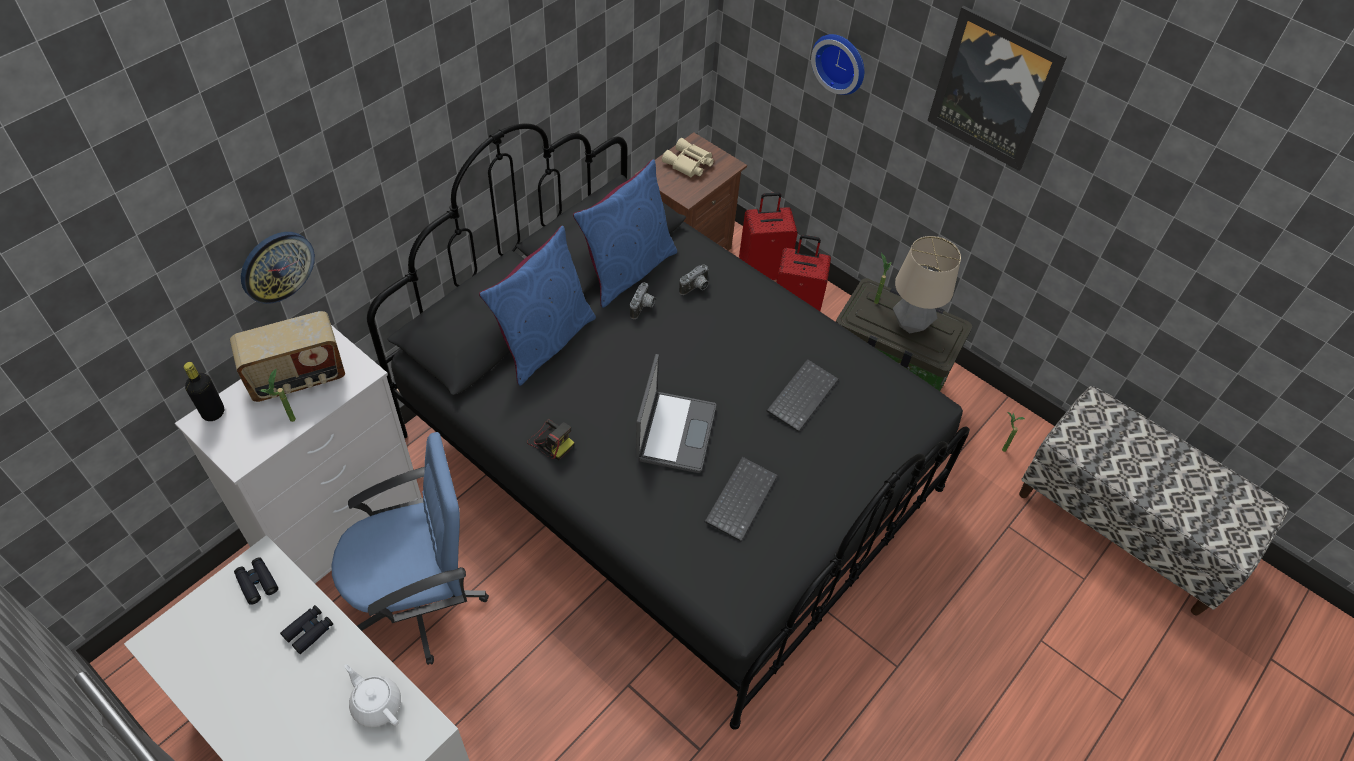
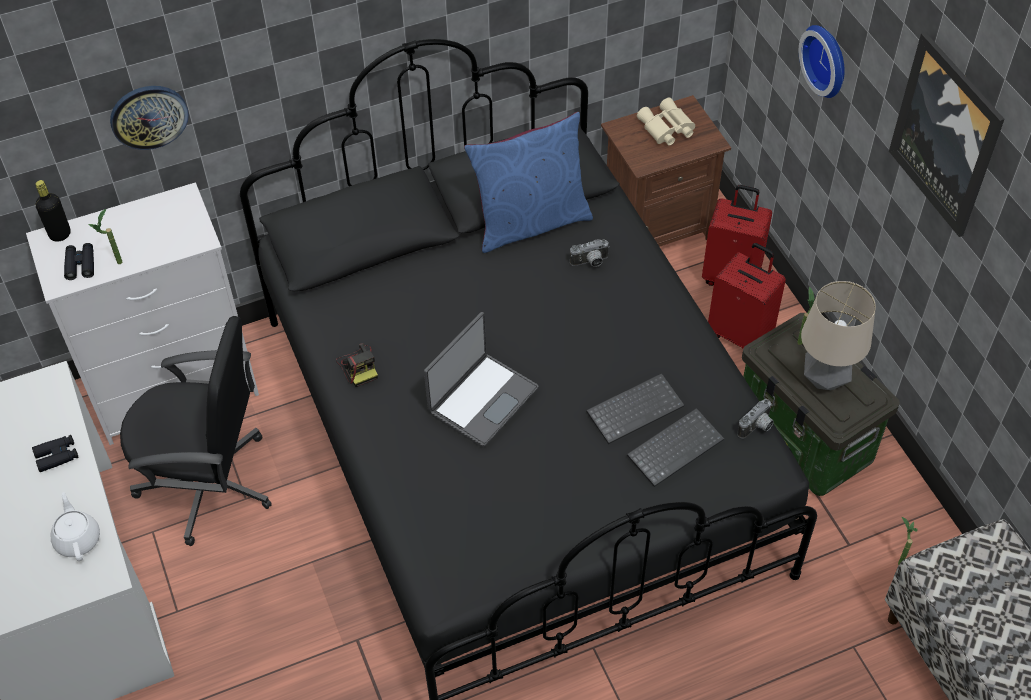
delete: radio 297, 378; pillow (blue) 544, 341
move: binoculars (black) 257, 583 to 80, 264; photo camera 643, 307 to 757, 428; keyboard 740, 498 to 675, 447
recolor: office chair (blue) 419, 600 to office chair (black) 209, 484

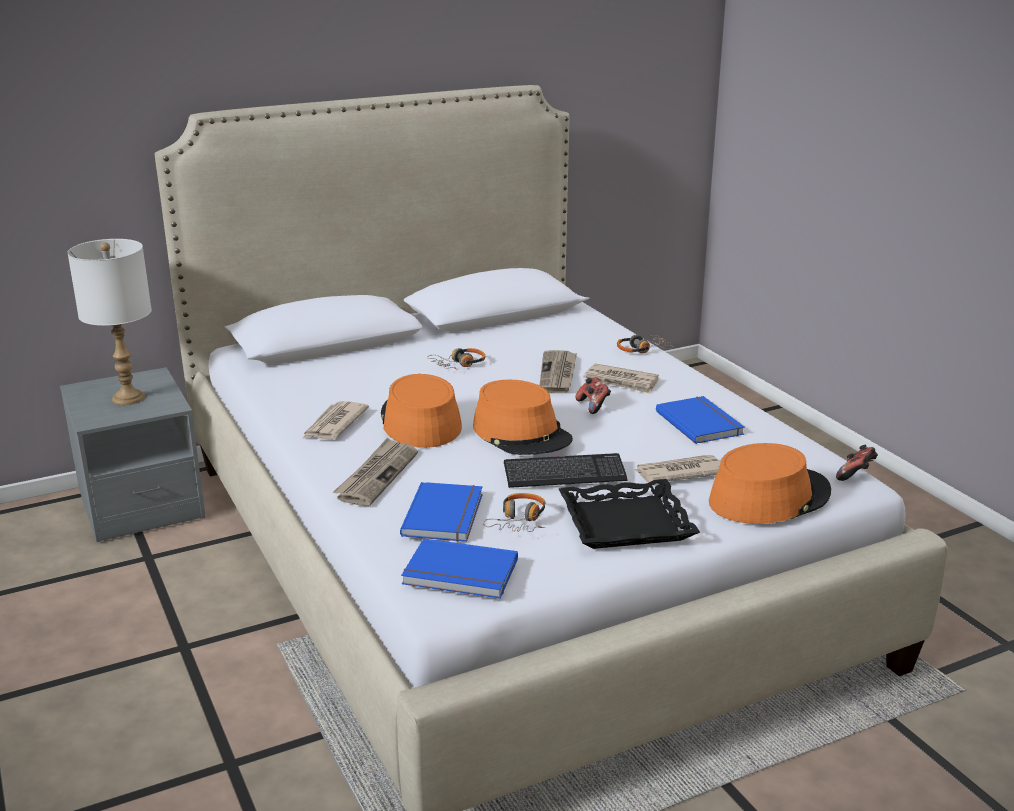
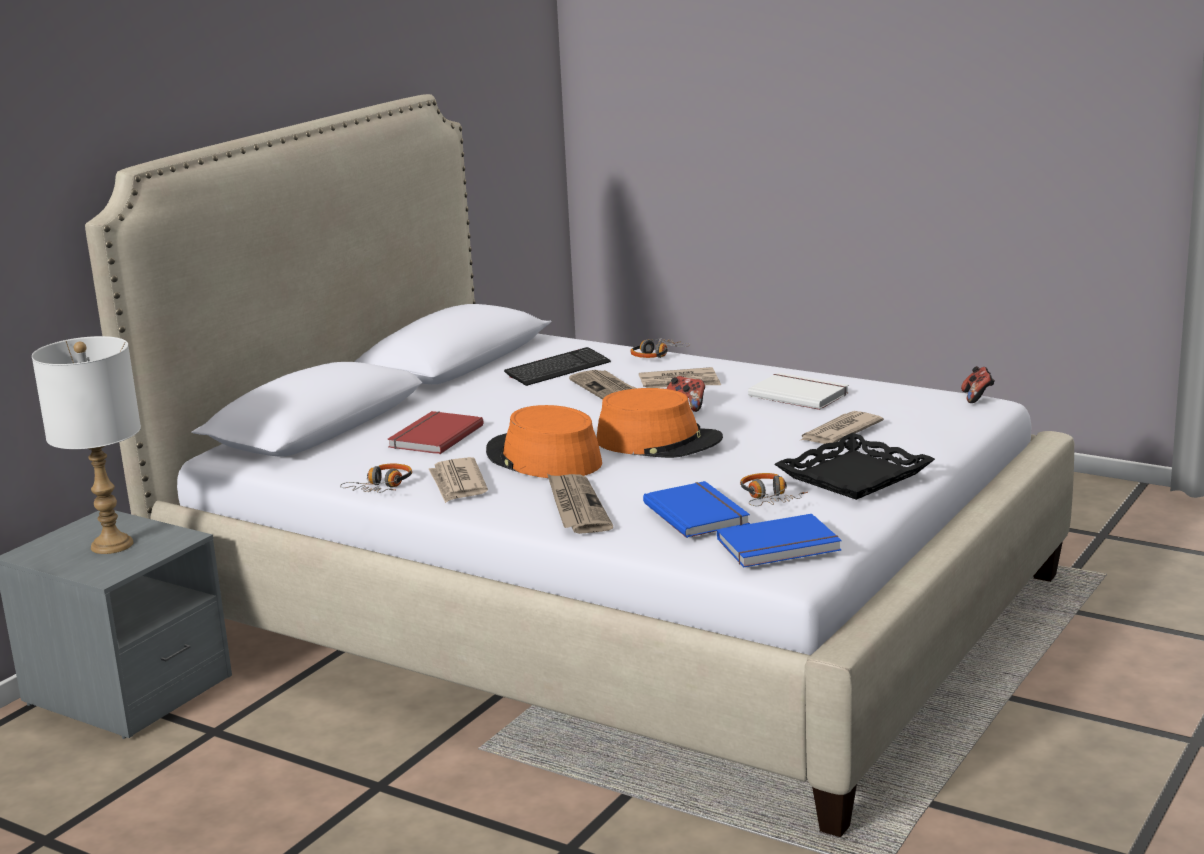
delete: hat (orange) 769, 497
insert: book (red) 433, 436
move: headphones 459, 365 to 382, 487; keyboard 564, 473 to 557, 369
recolor: book (blue) 701, 422 to book (white) 799, 394

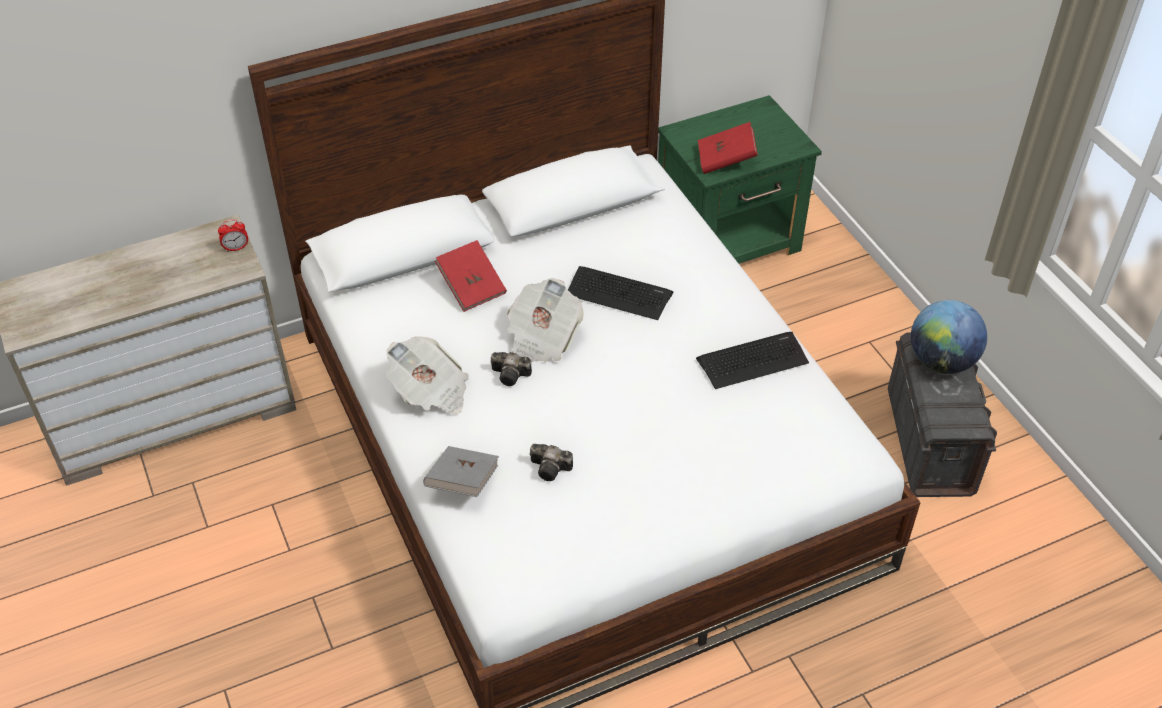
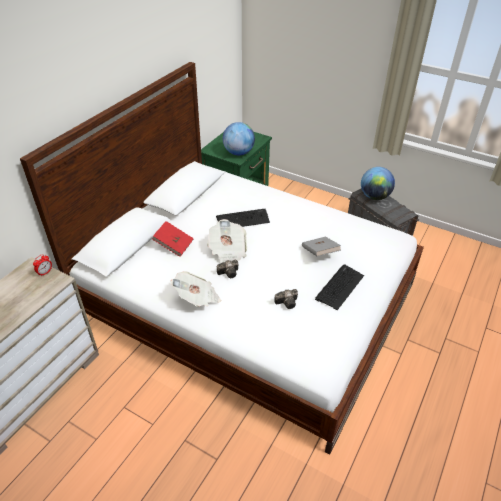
move: book (grey) 462, 482 to 320, 253; keyboard 752, 360 to 339, 287
replace: book (red) 726, 160 to globe 239, 153

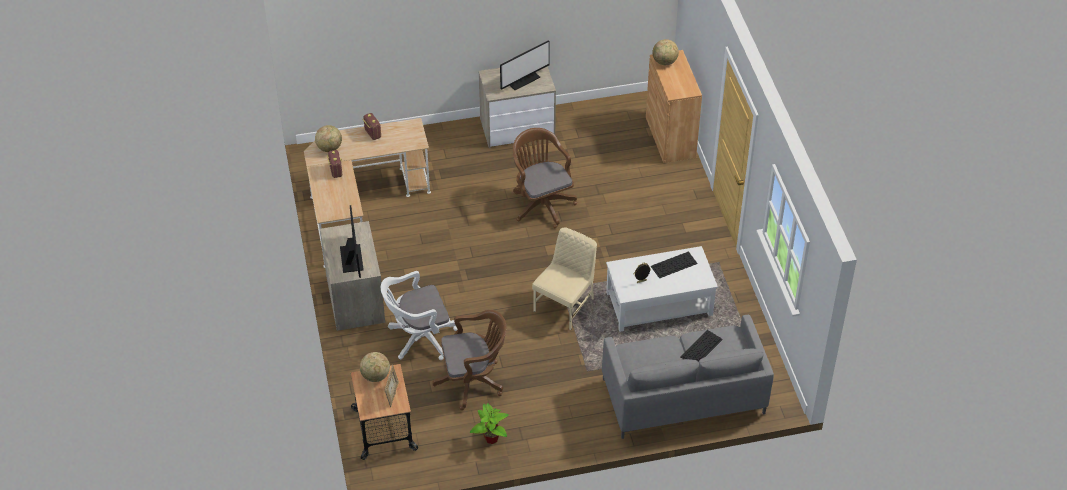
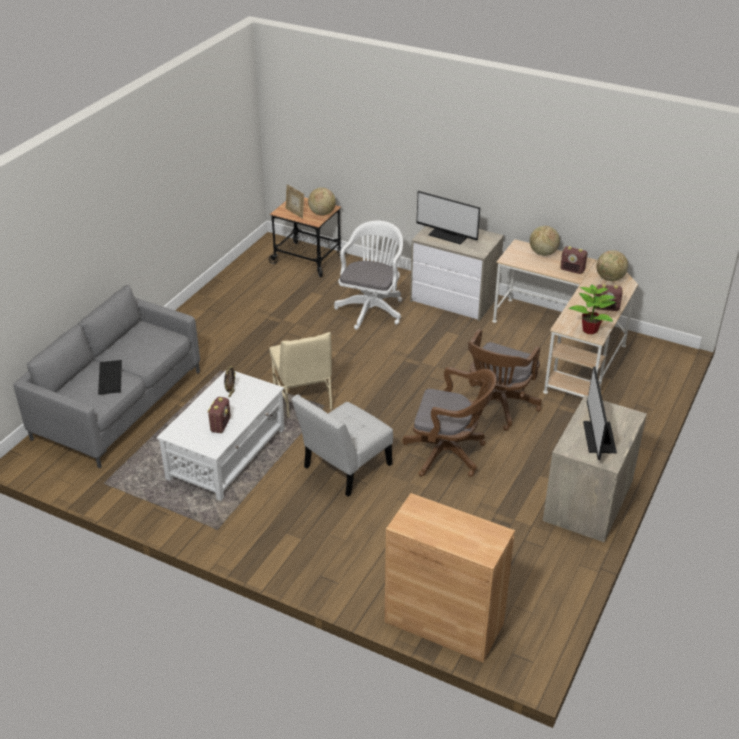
insert: chair (white) 344, 468
move: office chair (brown) 473, 381 to 497, 407; potted plant 491, 438 to 590, 330; globe 664, 62 to 542, 253
replace: keyboard 673, 265 to radio 220, 425

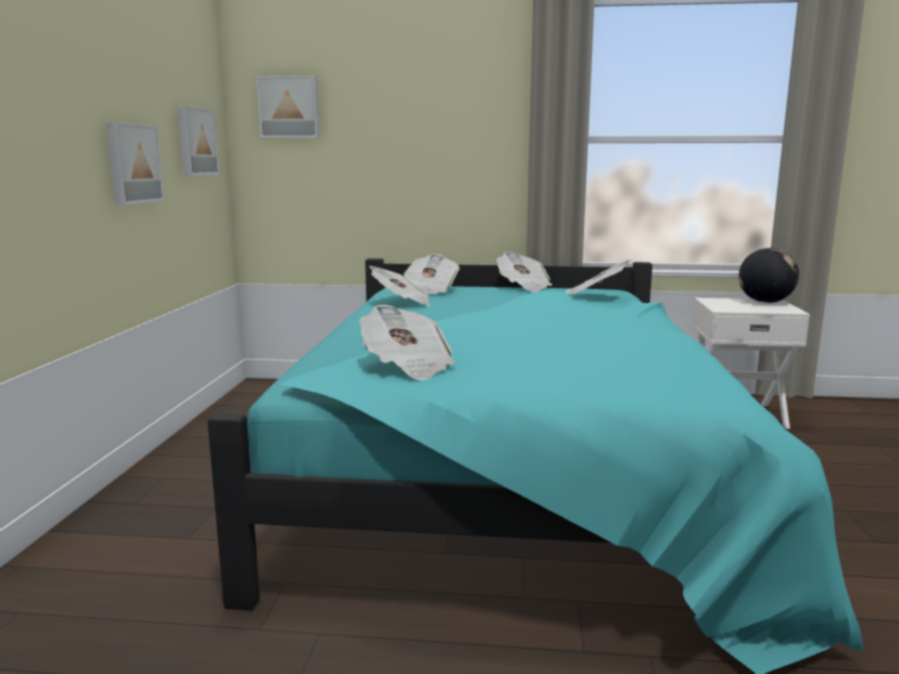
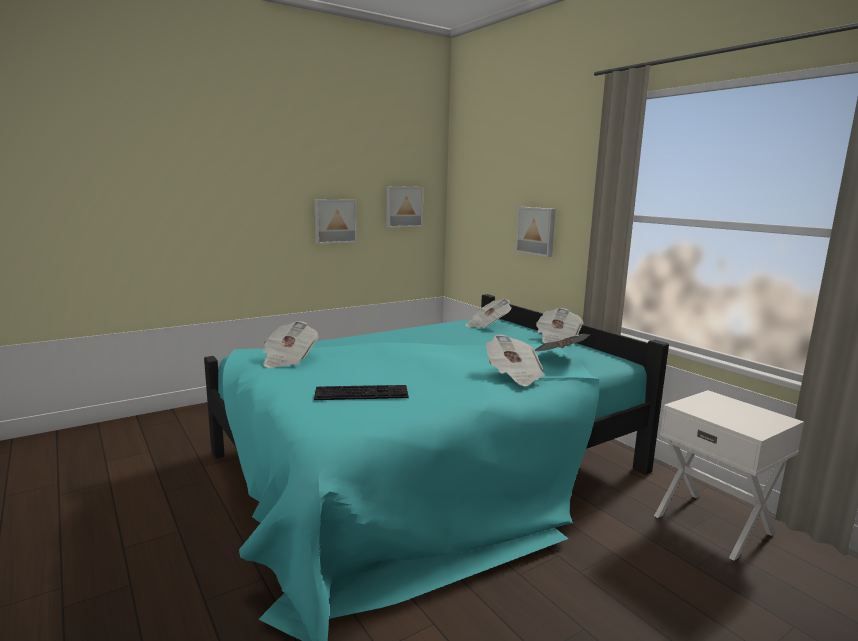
delete: globe 765, 302
insert: keyboard 362, 393
move: picture 289, 107 to 536, 231; newspaper 402, 303 to 514, 375

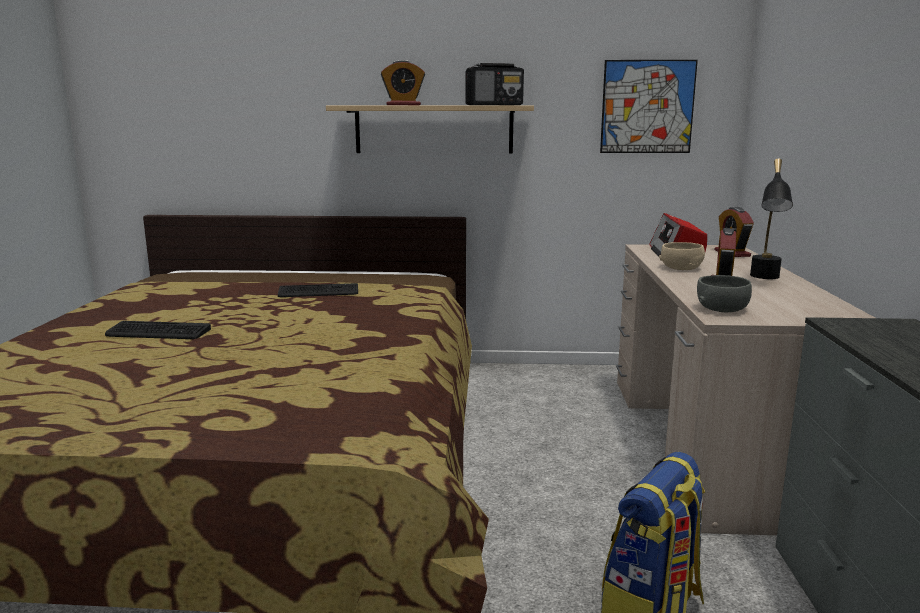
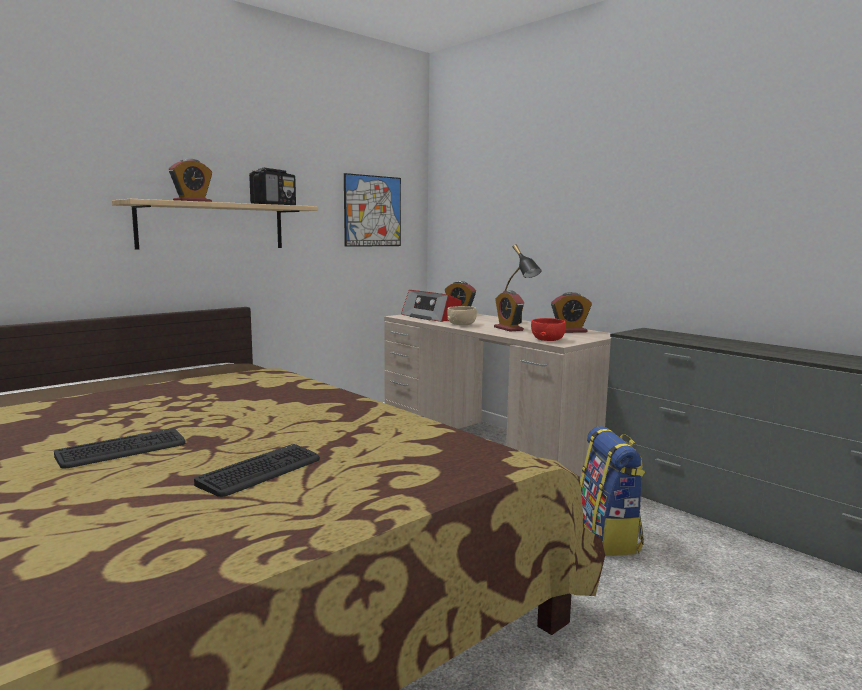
insert: alarm clock 569, 331
move: keyboard 318, 292 to 261, 471
recolor: bowl (grey) 722, 309 to bowl (red) 547, 339

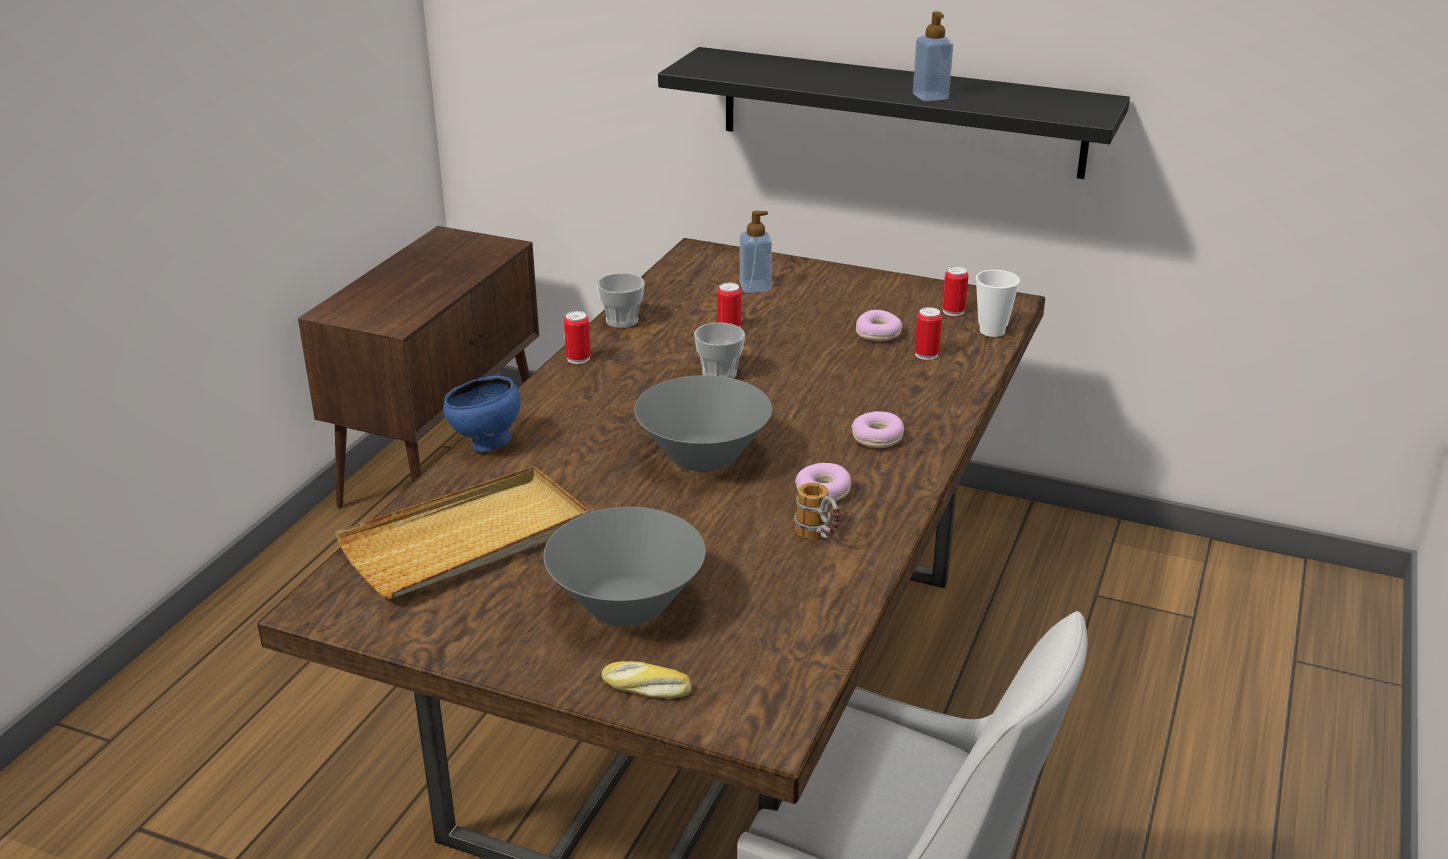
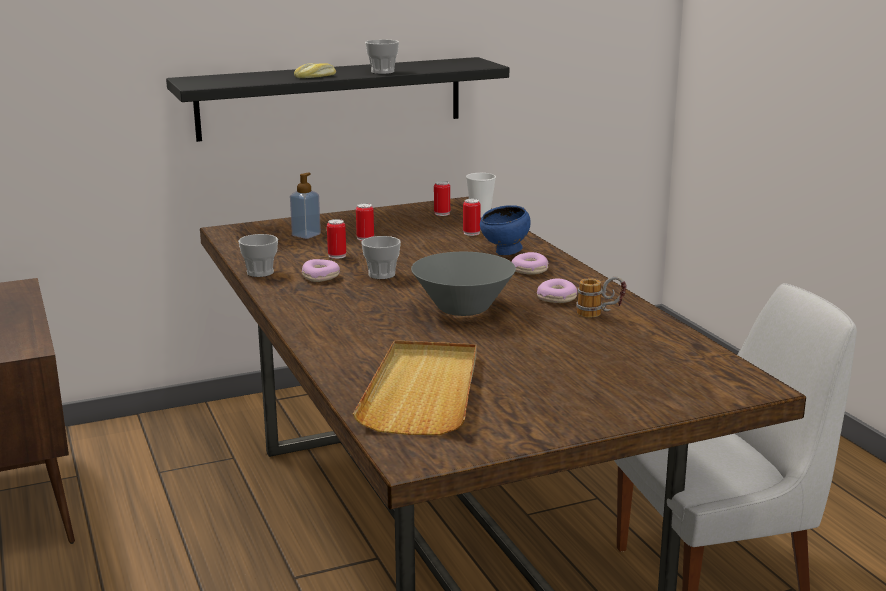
delete: bowl (grey) 627, 606
move: bowl (blue) 486, 445 to 505, 253; can 578, 358 to 365, 238; bread 645, 689 to 315, 77; donut 878, 333 to 320, 277
replace: soap dispenser 930, 97 to cup 382, 72

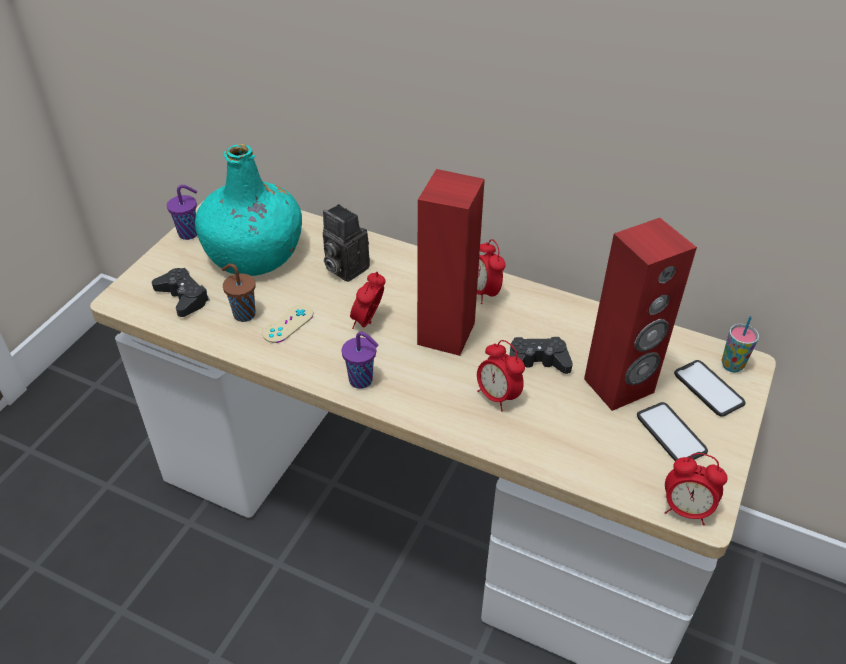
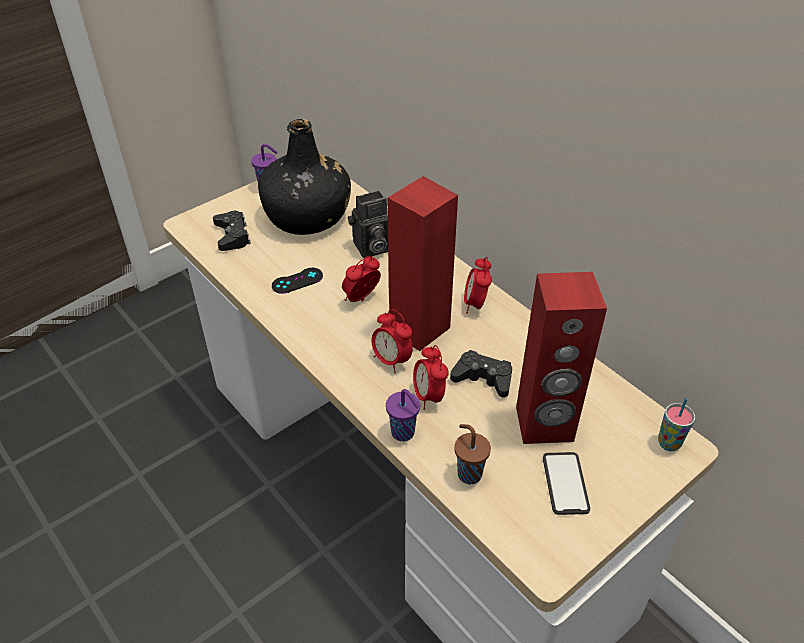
delete: phone 708, 388
move: cup (brown) 243, 314 to 468, 473; cup (purple) 362, 380 to 404, 433; alarm clock 686, 510 to 391, 360
recolor: bottle (turquoise) 255, 253 to bottle (black) 308, 216; game controller (beige) 288, 324 to game controller (black) 297, 281
rotate: photo camera 344, 268 = 370, 248 90 degrees counterclockwise

